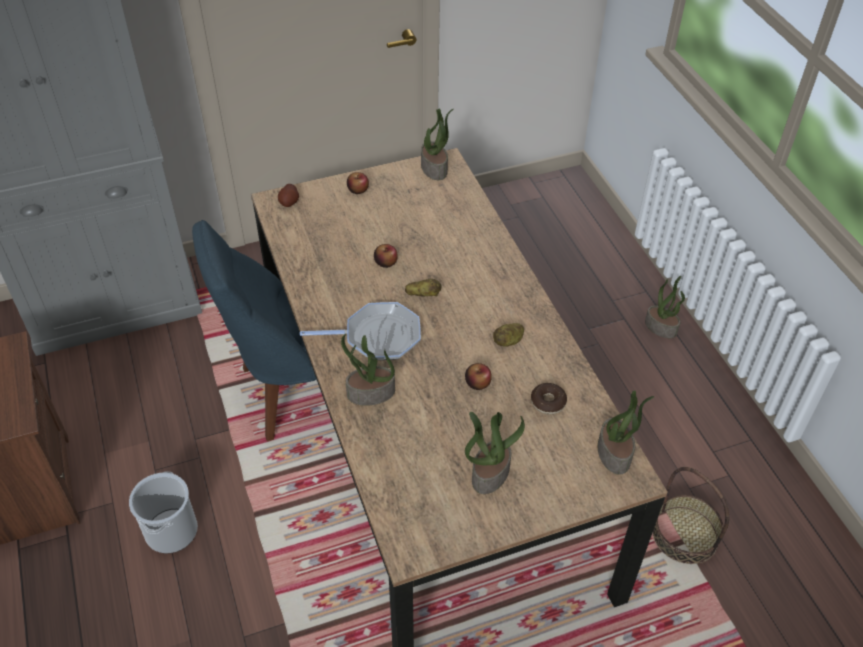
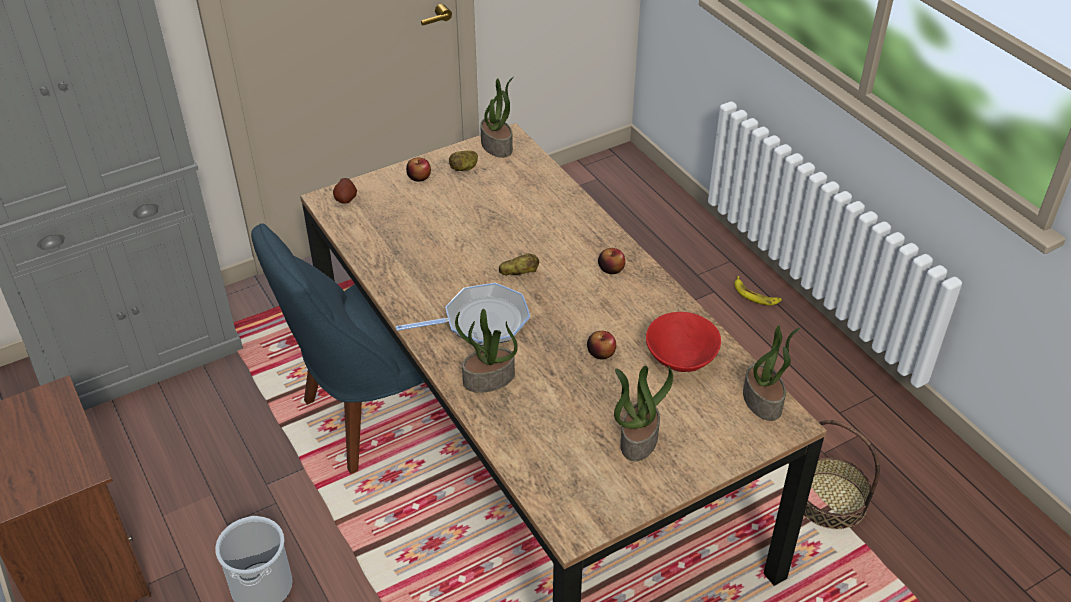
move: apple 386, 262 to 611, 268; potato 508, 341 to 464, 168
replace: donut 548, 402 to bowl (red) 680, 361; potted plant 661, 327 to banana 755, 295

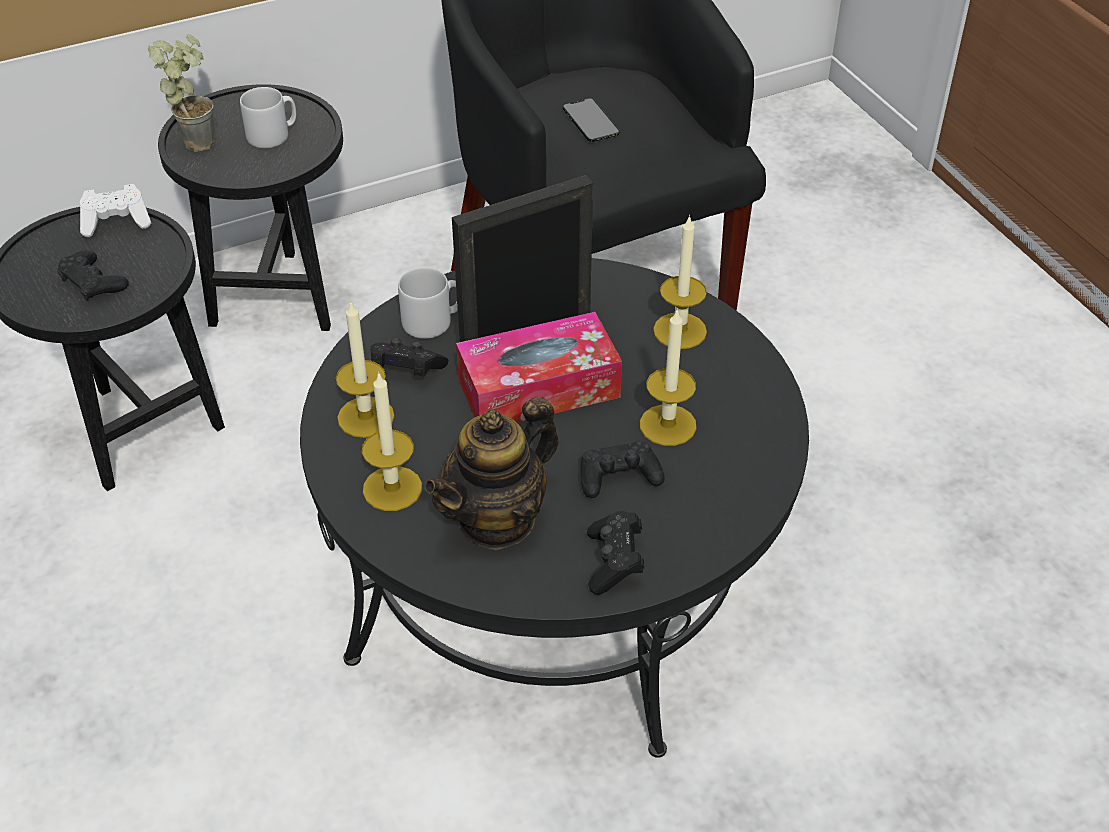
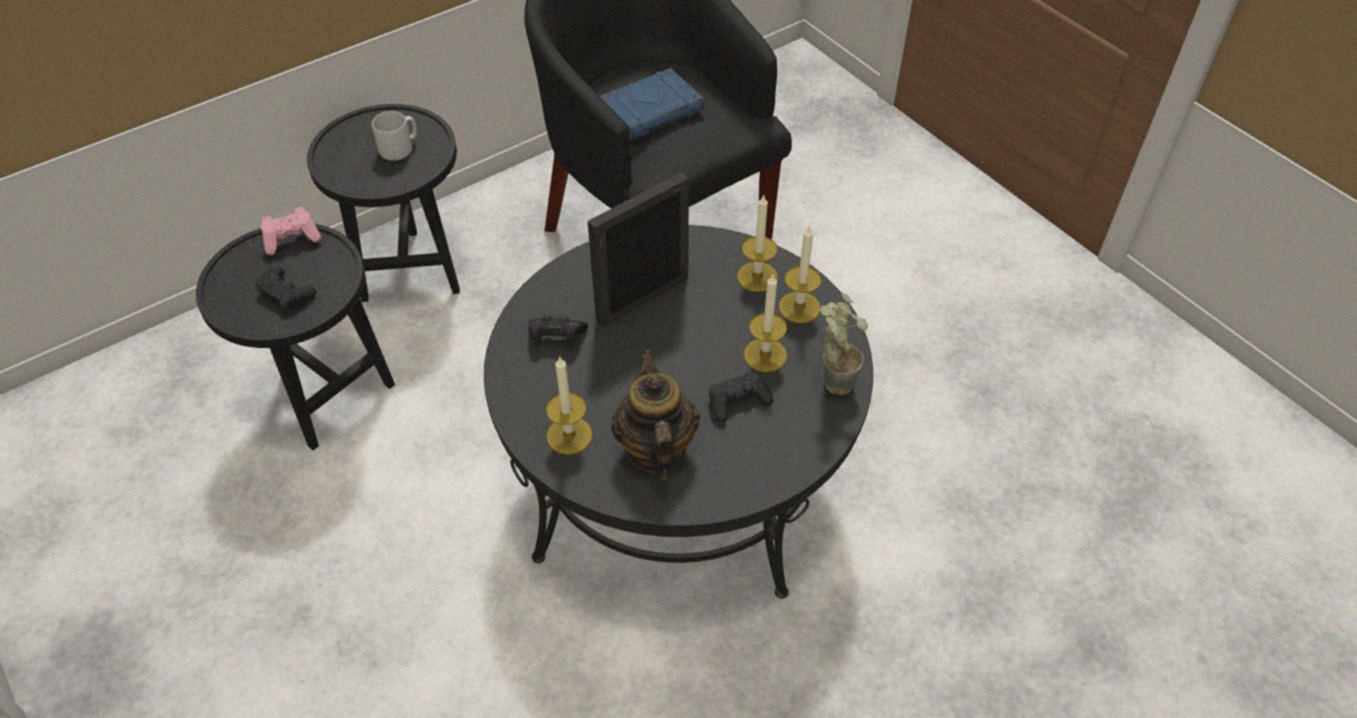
delete: mug (grey) 433, 322; tissue box 538, 388; game controller (black) 614, 563
move: potted plant 198, 138 to 833, 378; candle 366, 417 to 799, 307
replace: phone 590, 120 to book (blue) 652, 110
recolor: game controller (white) 116, 222 to game controller (pink) 292, 239
rotate: teapot 497, 520 = 655, 449 135 degrees clockwise

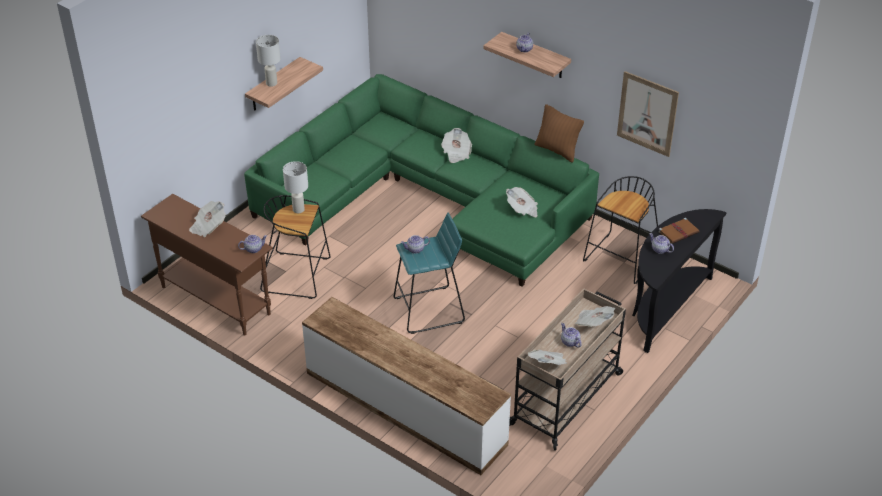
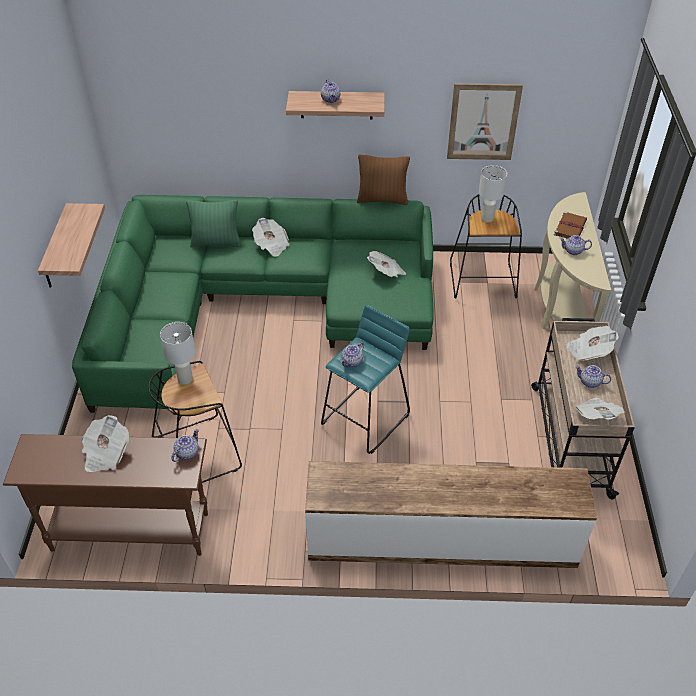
insert: pillow (green) 216, 242
move: table lamp (white) 271, 83 to 487, 218
recolor: console table (black) 664, 307 to console table (beige) 559, 307

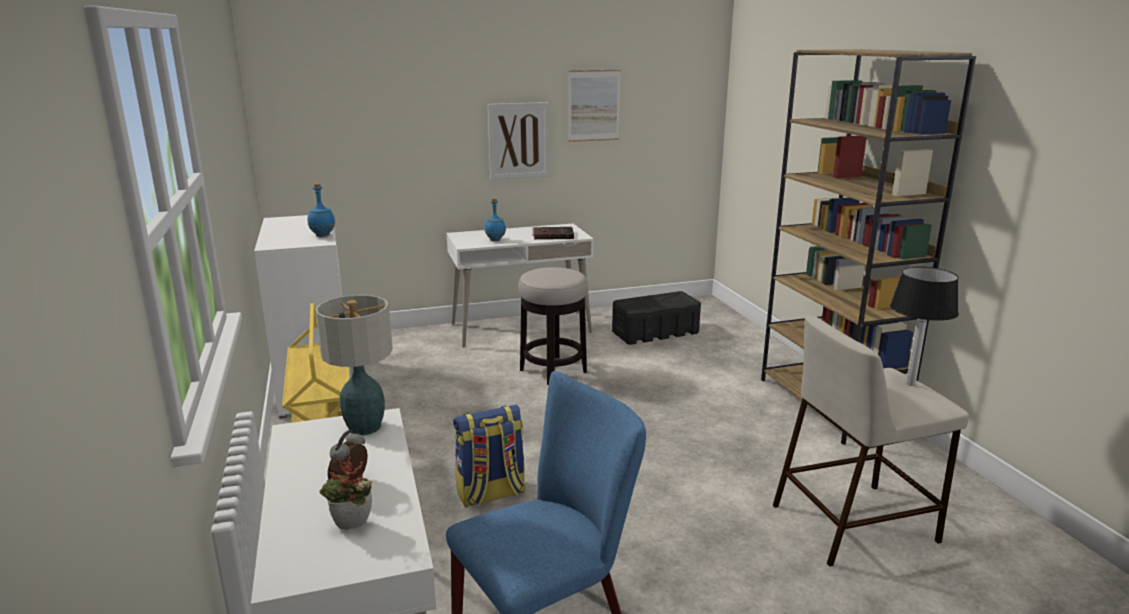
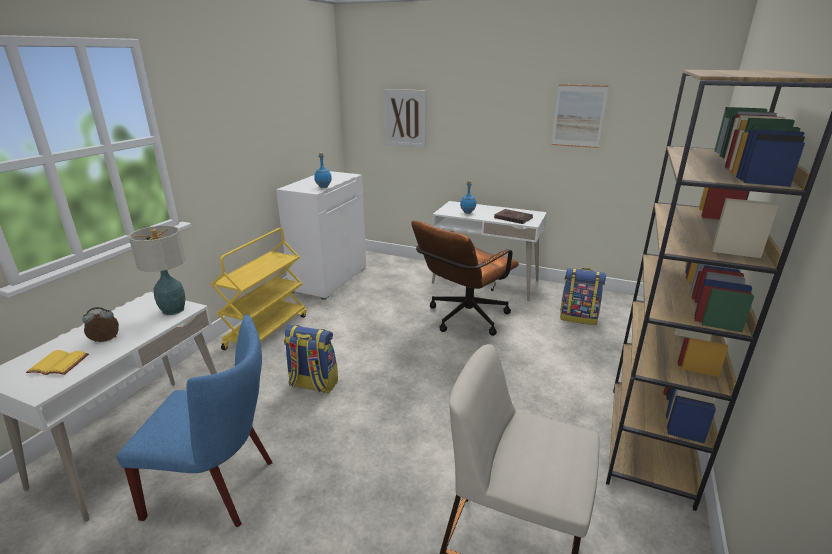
delete: table lamp 911, 384
move: picture 518, 141 to 405, 118
replace: potted plant 351, 528 to book (yellow) 60, 363; stool 553, 370 to office chair (brown) 463, 319; storage box (black) 656, 332 to backpack 578, 317

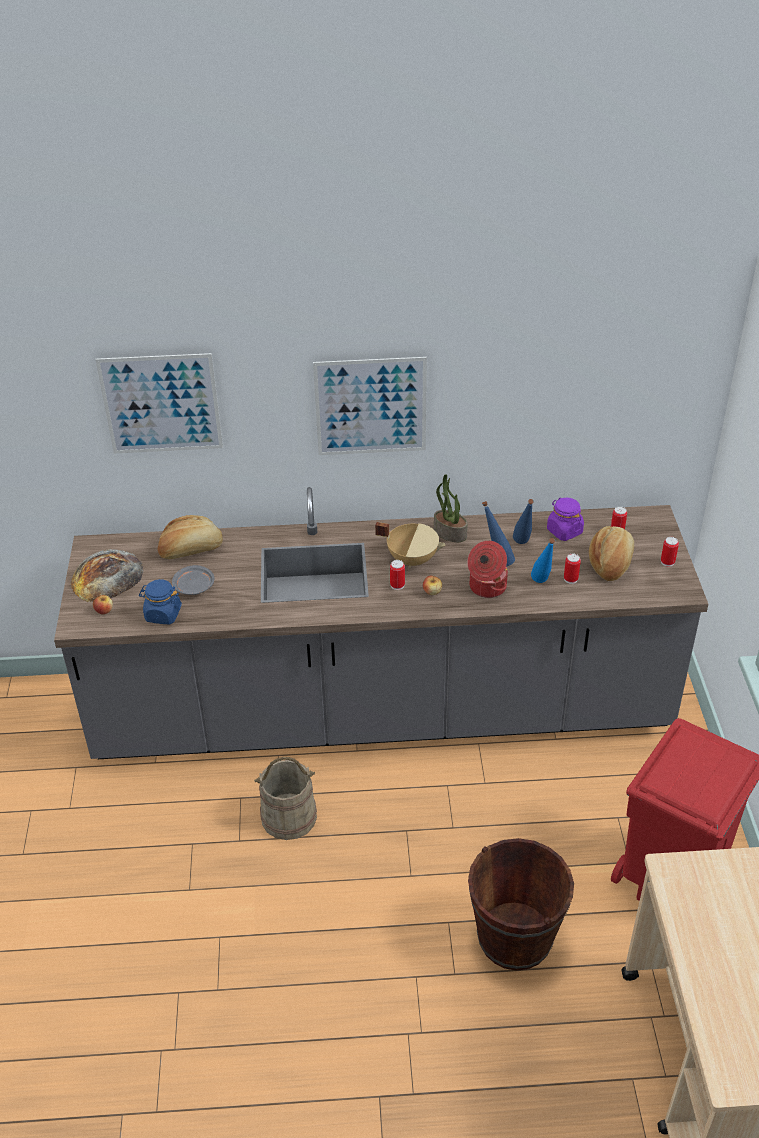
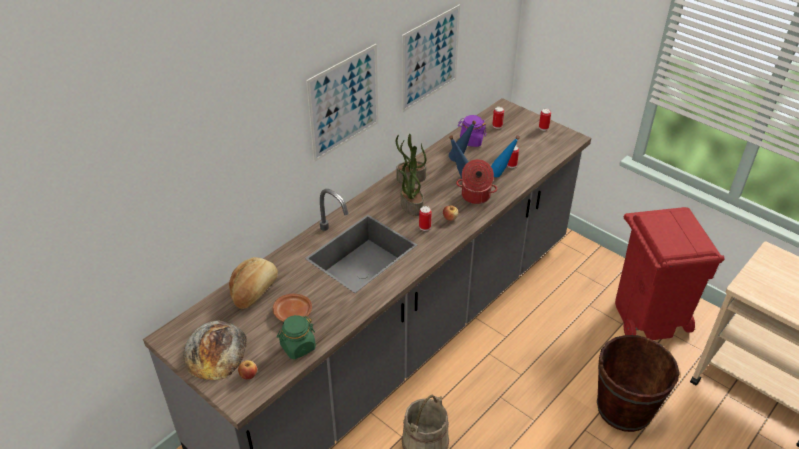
delete: bread 611, 563
move: picture 161, 404 to 430, 58
replace: cooking pot (beige) 412, 559 to potted plant 411, 206
recolor: jar (blue) 163, 614 to jar (green) 297, 347; plate (grey) 194, 586 to plate (brown) 293, 313

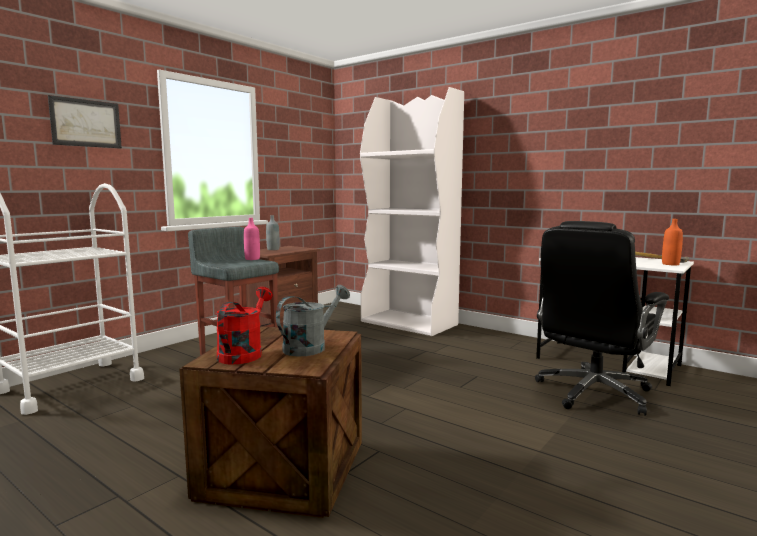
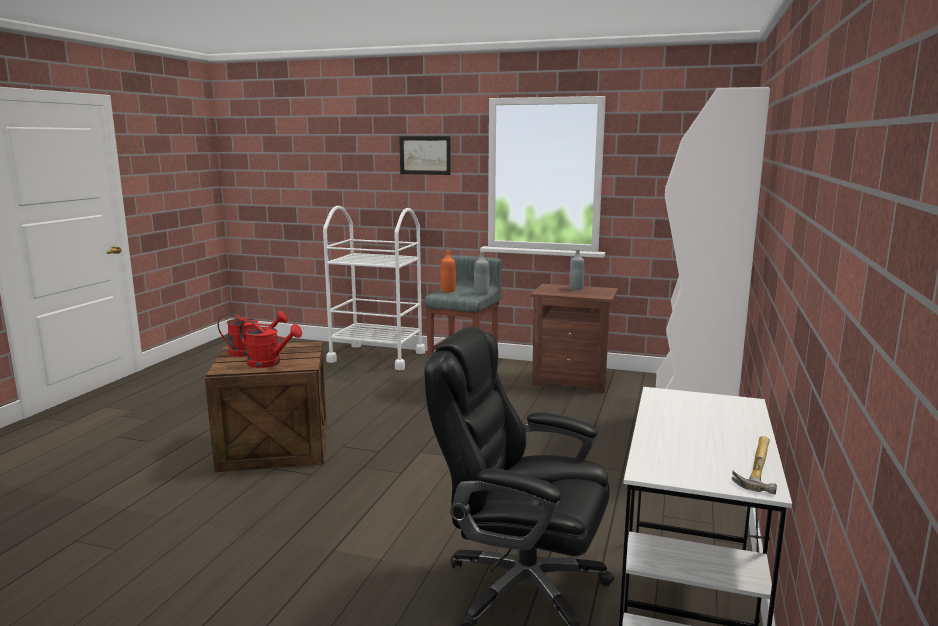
move: bottle (orange) 670, 264 to 448, 291
recolor: bottle (pink) 252, 259 to bottle (grey) 481, 293; watering can (grey) 310, 347 to watering can (red) 269, 363

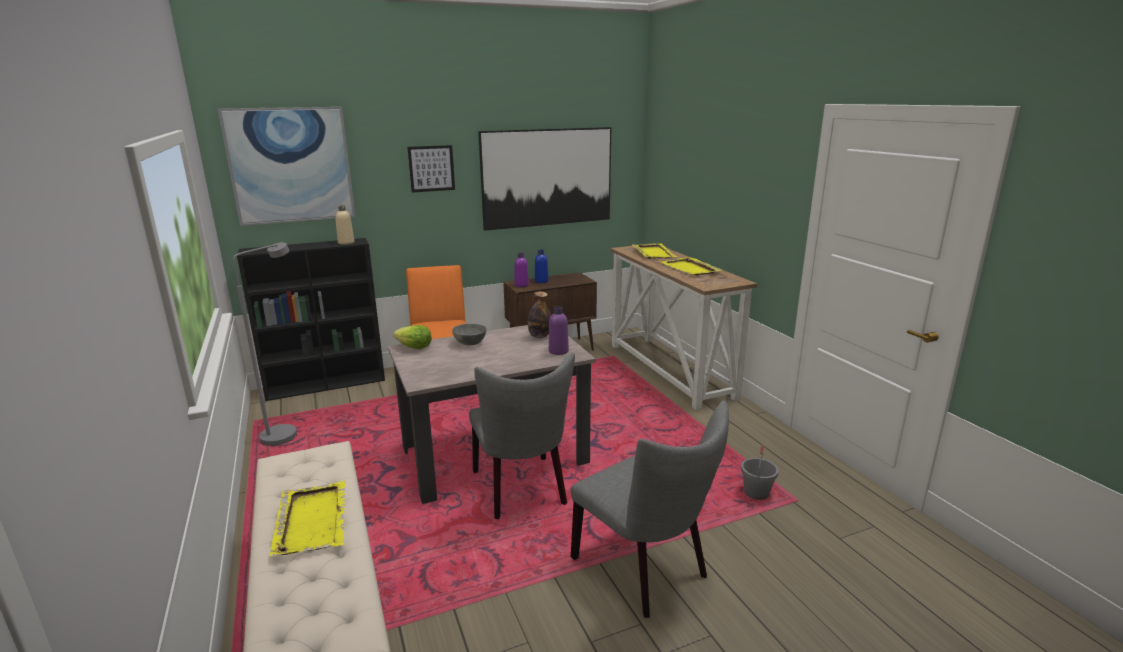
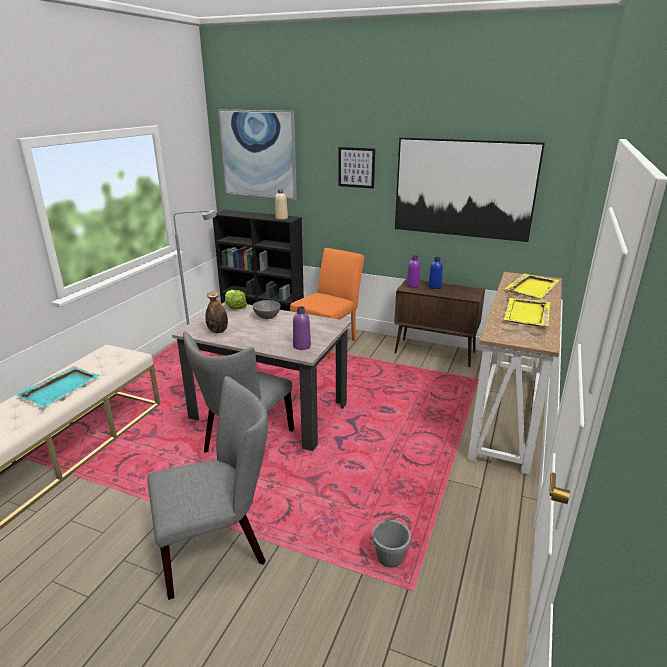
move: bottle 539, 336 to 218, 331
recolor: tray (yellow) 312, 520 to tray (turquoise) 60, 388
rotate: chair (grey) 646, 570 = 218, 546 120 degrees counterclockwise

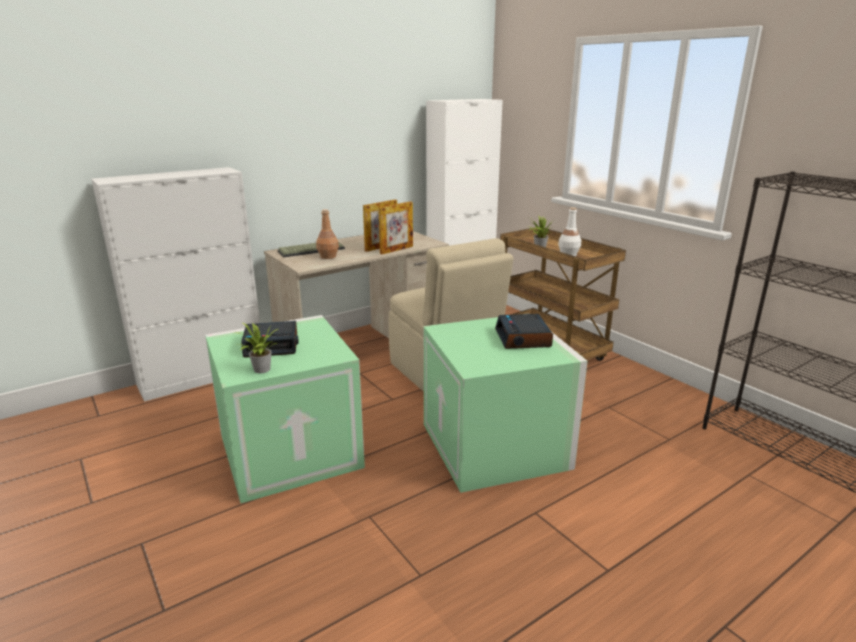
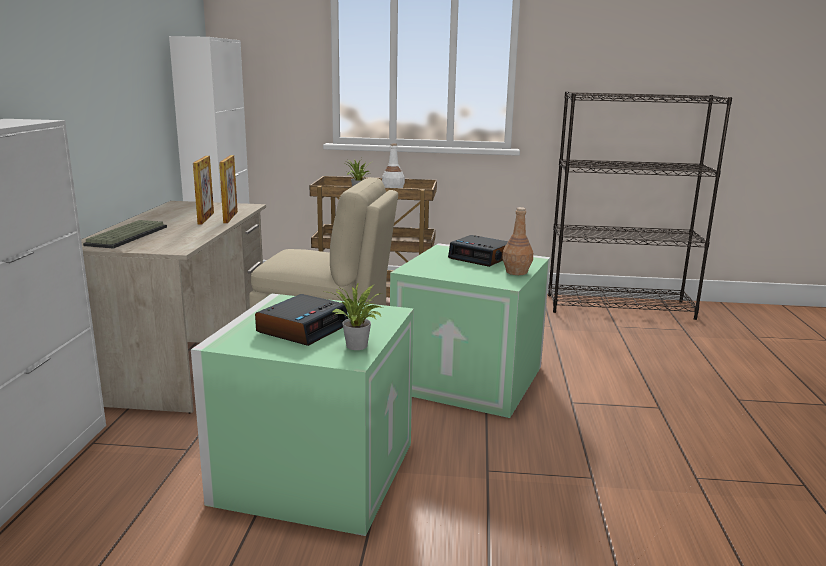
move: bottle (brown) 328, 257 to 517, 272

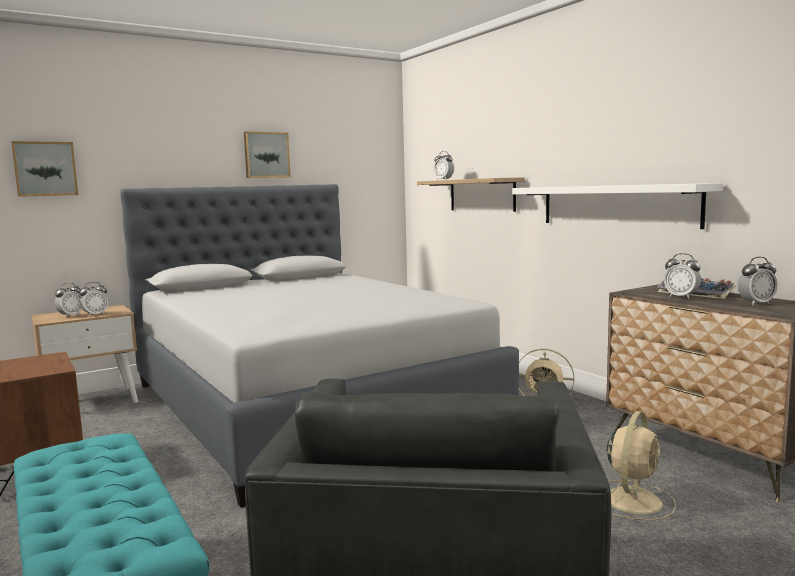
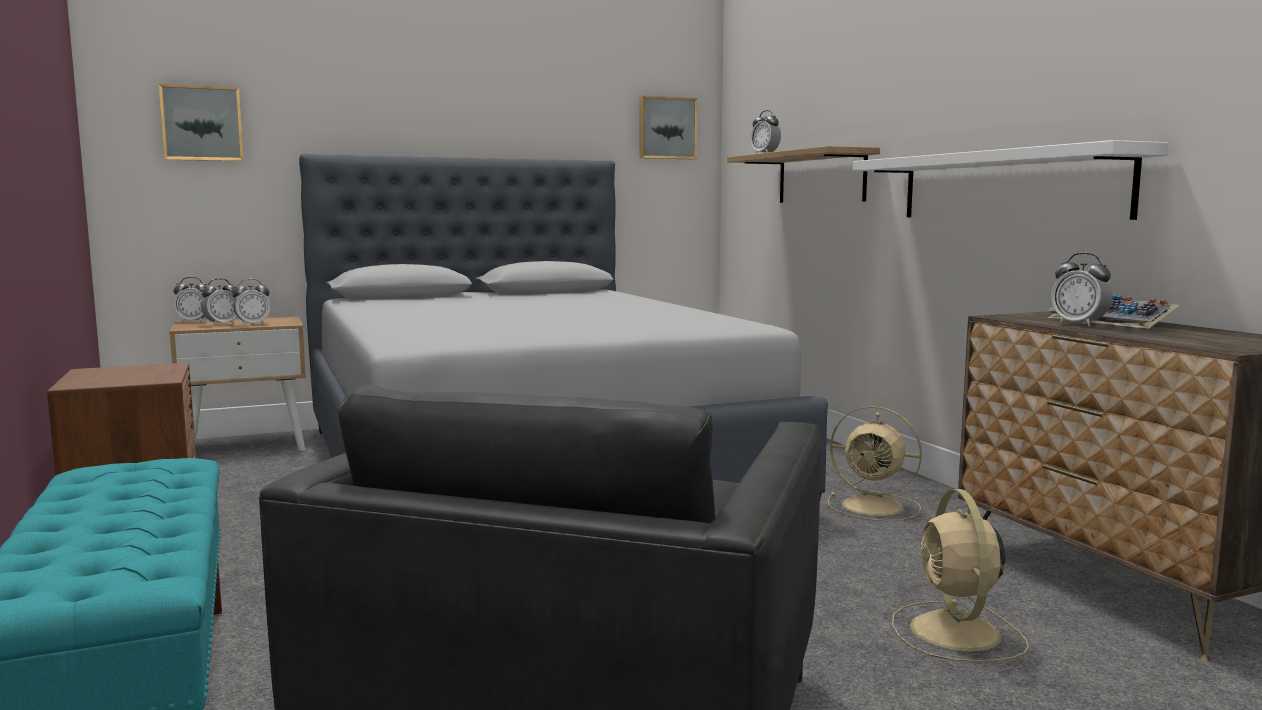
move: picture 266, 155 to 666, 128; alarm clock 756, 303 to 194, 322
rotate: fan (beige) 634, 499 = 956, 633 135 degrees clockwise

